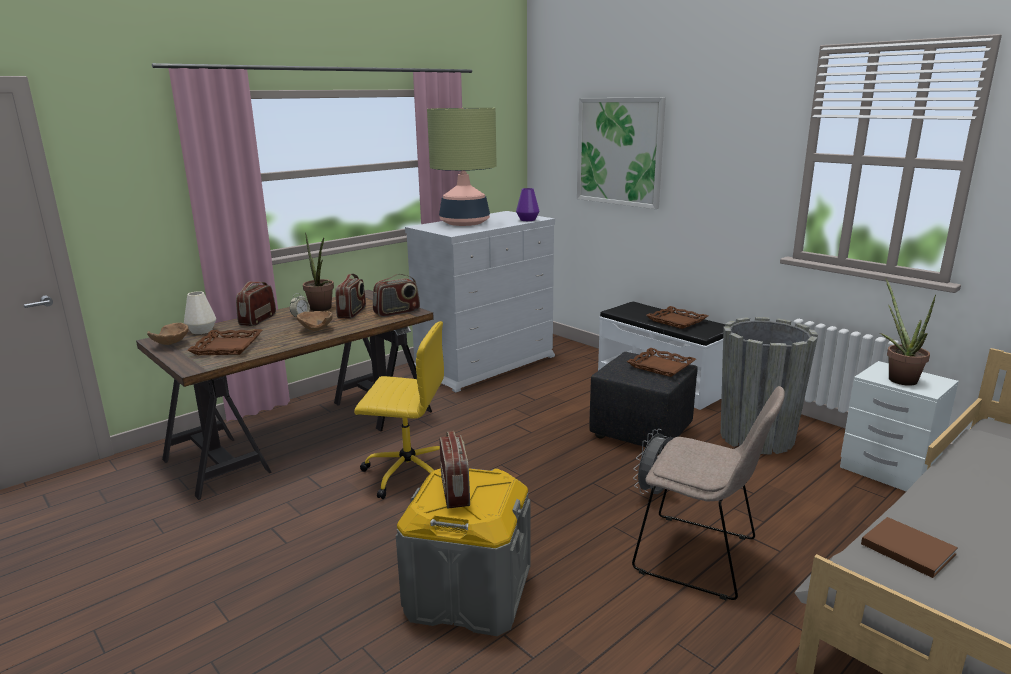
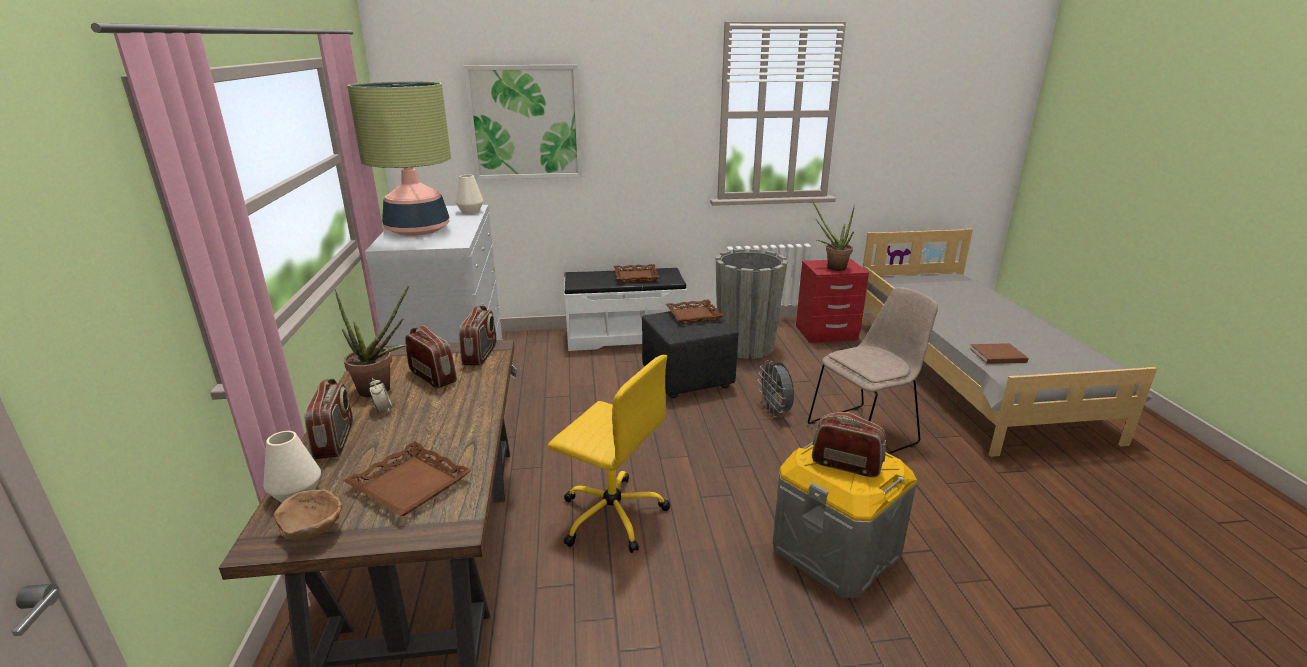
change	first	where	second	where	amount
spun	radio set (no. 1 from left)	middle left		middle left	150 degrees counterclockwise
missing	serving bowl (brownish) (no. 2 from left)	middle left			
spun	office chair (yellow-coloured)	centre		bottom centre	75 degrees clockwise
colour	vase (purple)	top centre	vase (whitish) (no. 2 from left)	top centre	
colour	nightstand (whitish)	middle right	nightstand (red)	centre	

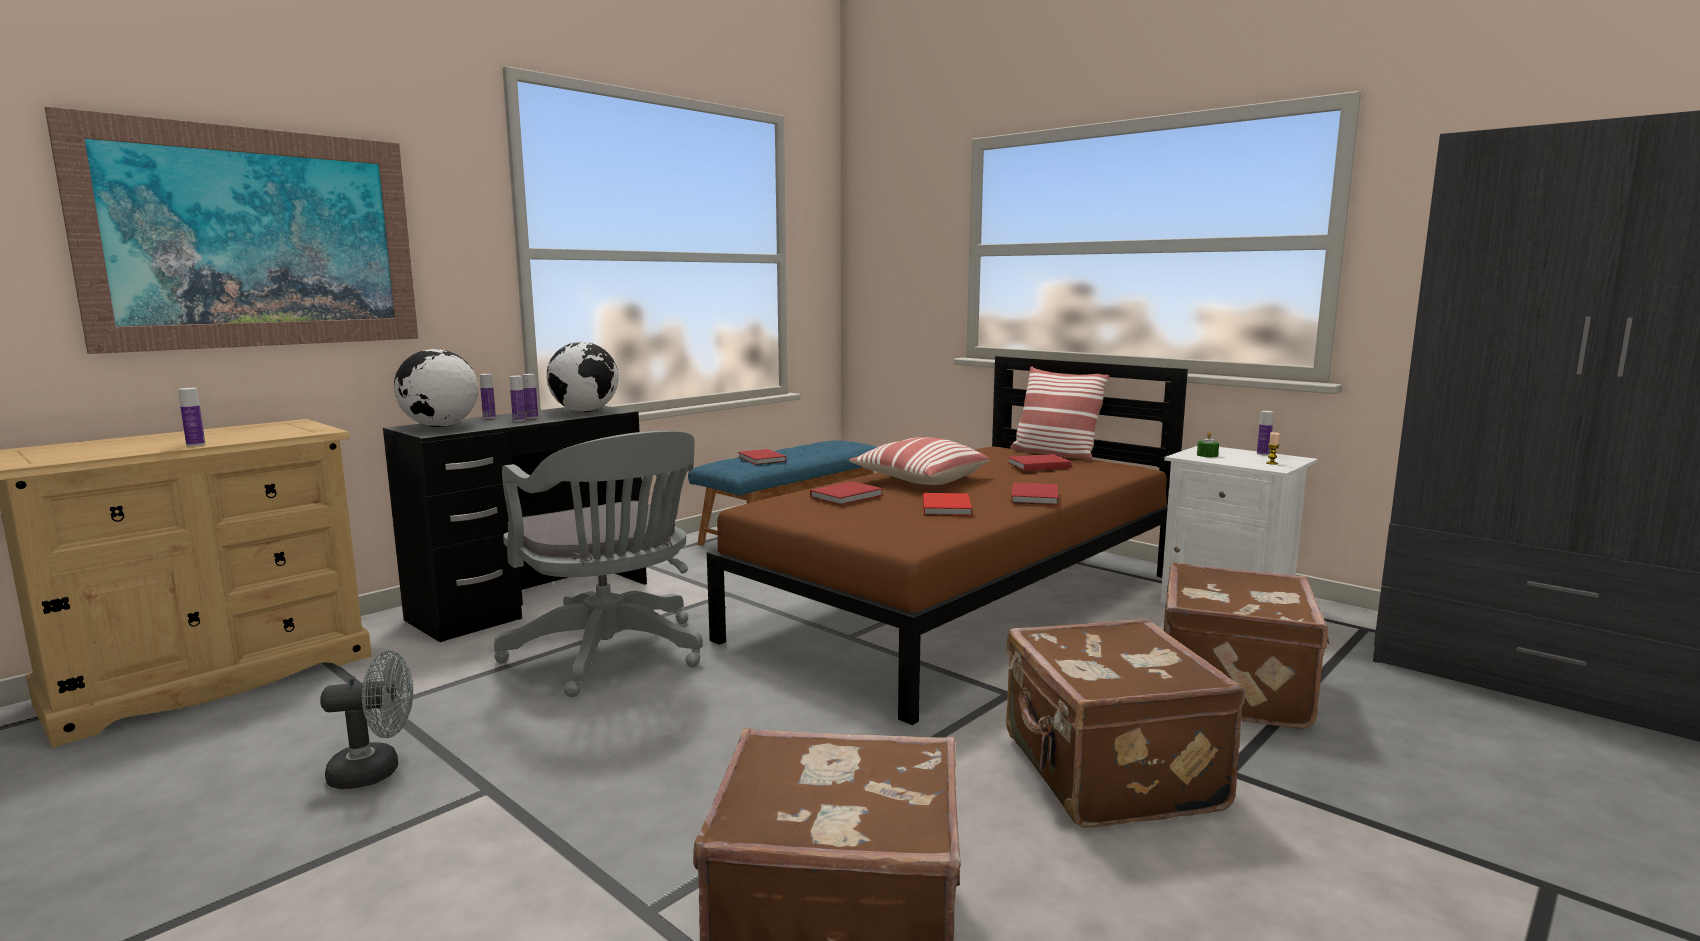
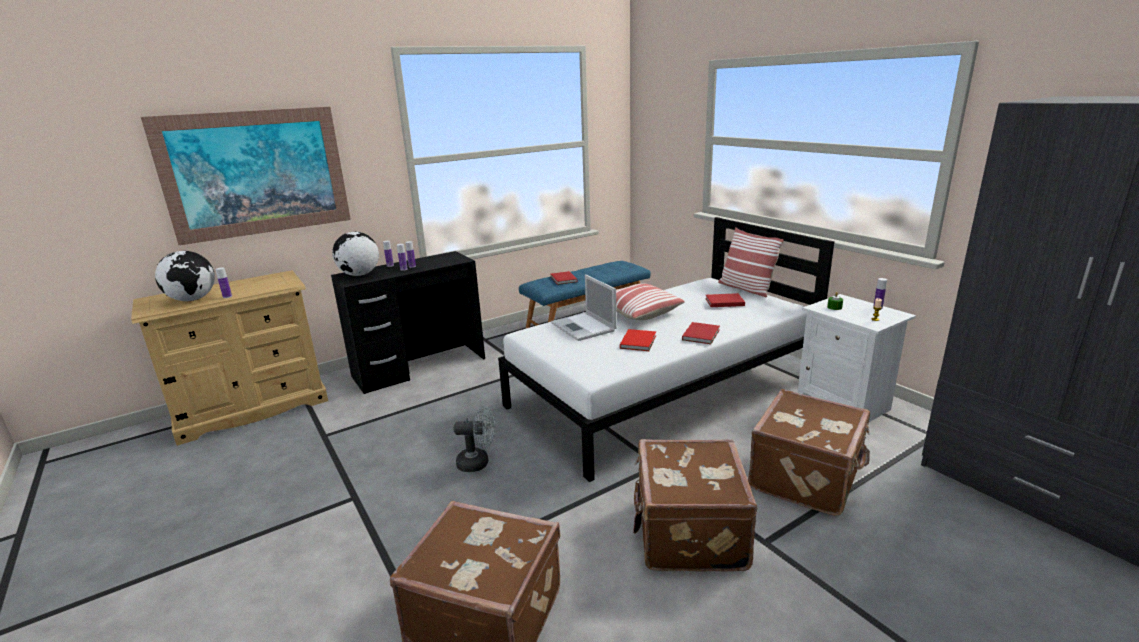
change	first	where	second	where	amount
relocated	fan (gray)	bottom left		bottom centre	
missing	office chair (gray)	centre			
relocated	globe (no. 2 from left in the first image)	centre	globe (no. 1 from left)	middle left	
colour	sleeping bed (brownish)	centre	sleeping bed (whitish)	centre	
exchanged	bound book (red) (no. 2 from left)	centre	laptop	centre	

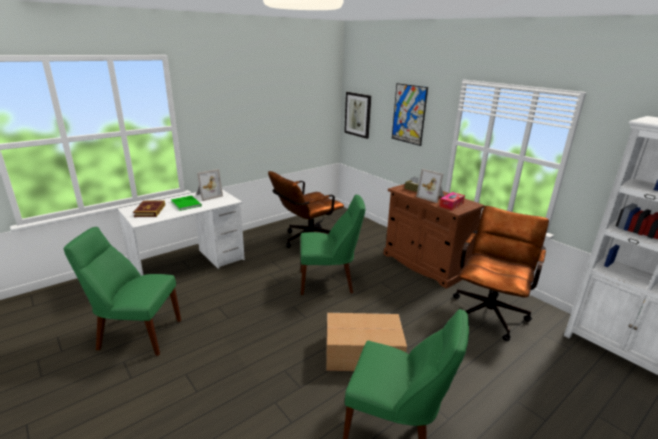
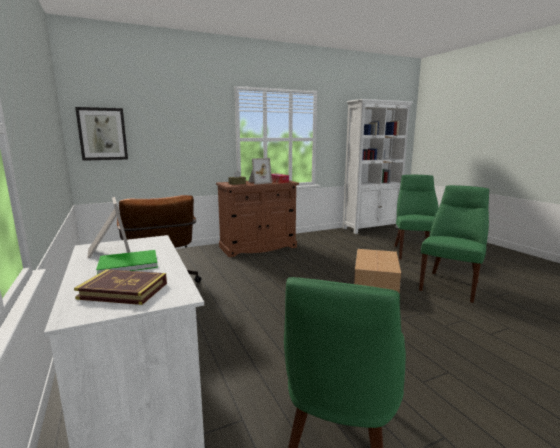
change	first	where	second	where	amount
relocated	upright chair (green-coloured) (no. 2 from left)	centre		middle right	
missing	wall art (no. 2 from left)	top centre			
missing	office chair (brownish) (no. 2 from left)	middle right			

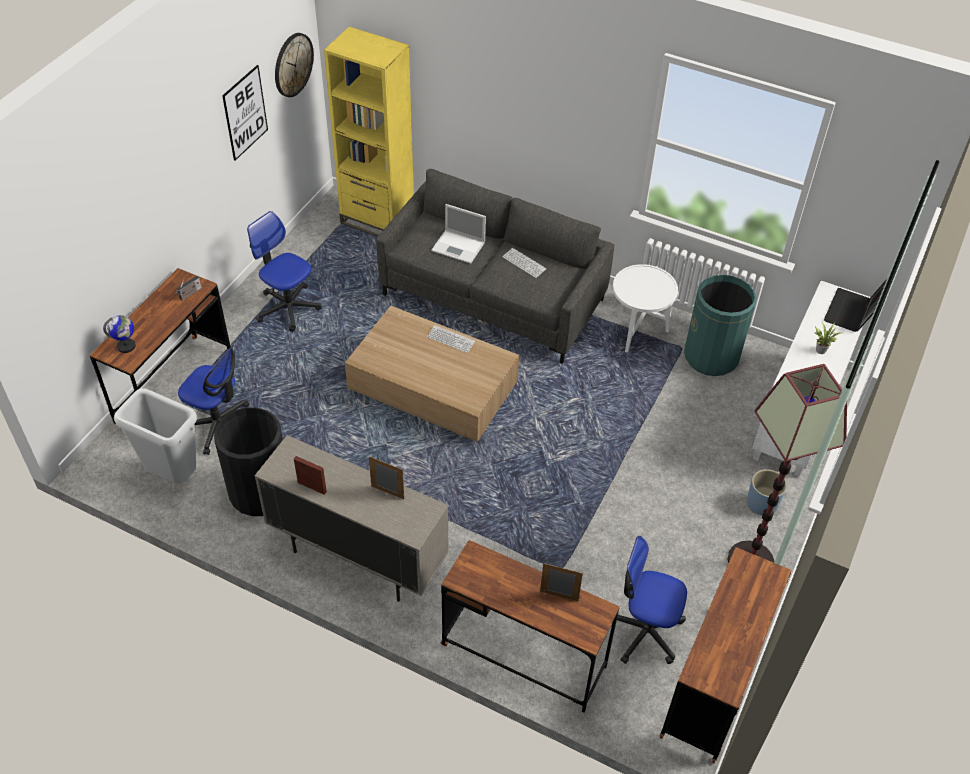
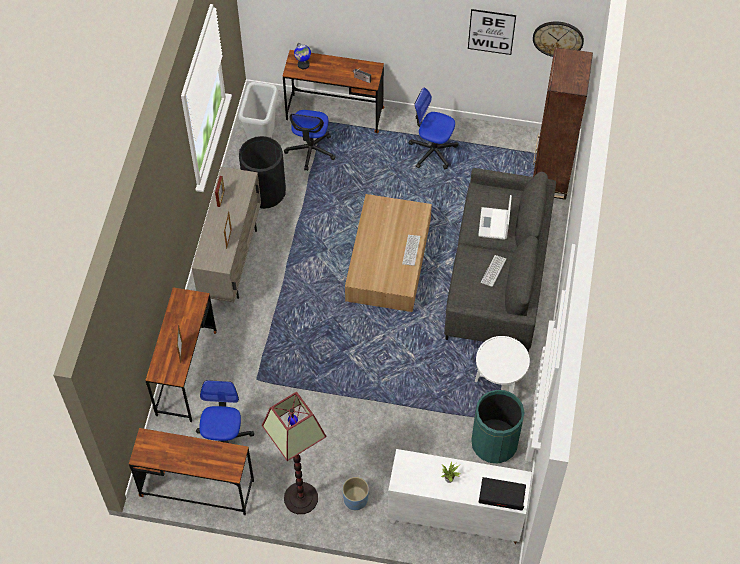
change	first	where	second	where	amount
spun	office chair (no. 2 from left in the first image)	middle left	office chair (no. 3 from left)	top centre	90 degrees counterclockwise
colour	bookcase (yellow-coloured)	top centre	bookcase (brownish)	top right	

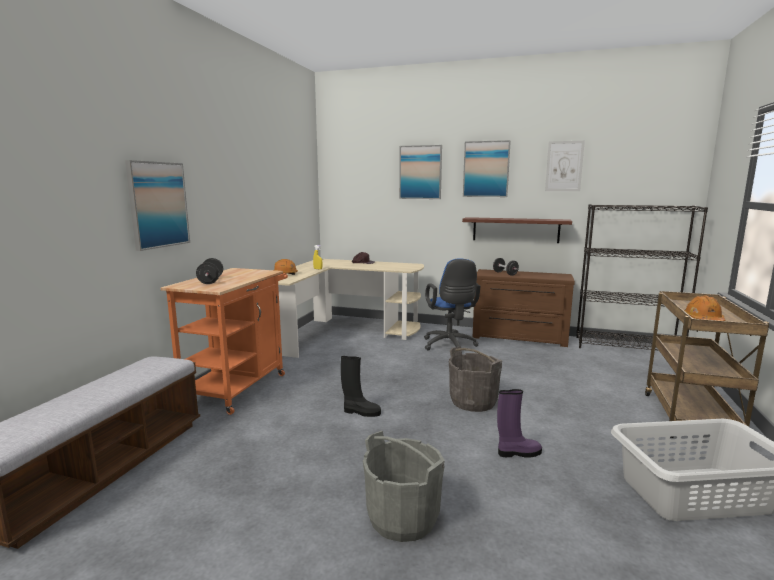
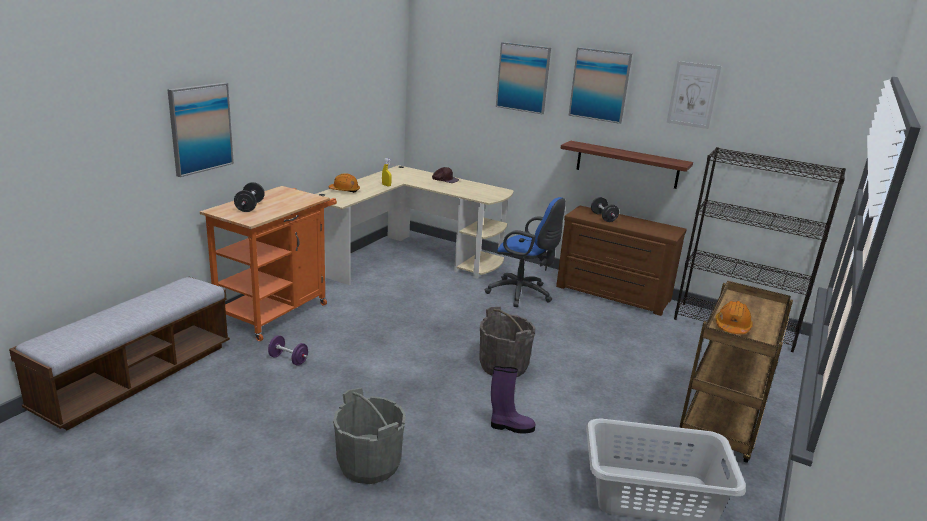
change	first	where	second	where	amount
missing	tall boot (black)	centre			
spun	office chair (bluish)	centre		centre	60 degrees counterclockwise
appeared			free weight (purple)	bottom left	

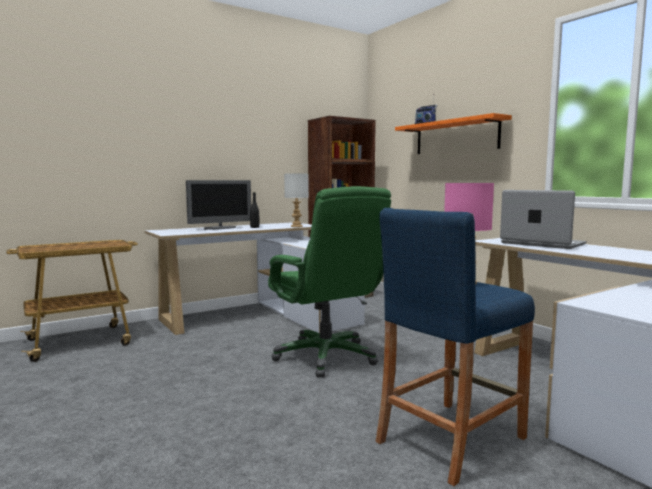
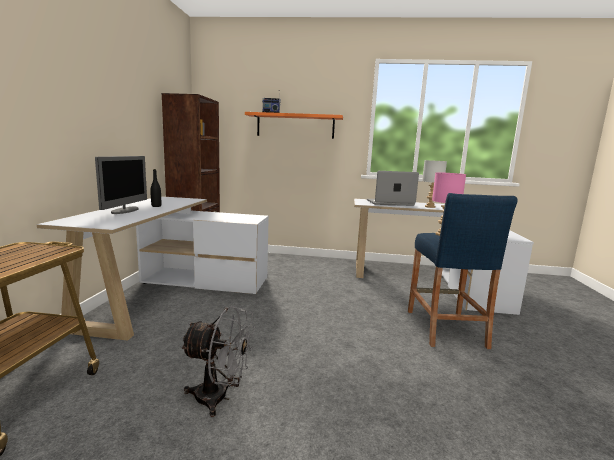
change	first	where	second	where	amount
missing	office chair (green-coloured)	centre			
relocated	tabletop lamp (gray)	centre		middle right	
appeared			fan (gray)	bottom centre	

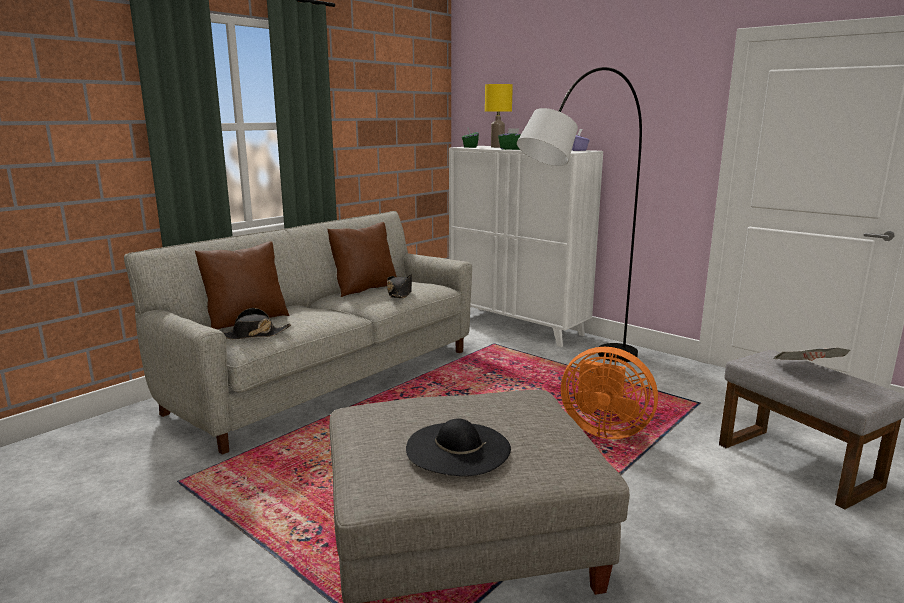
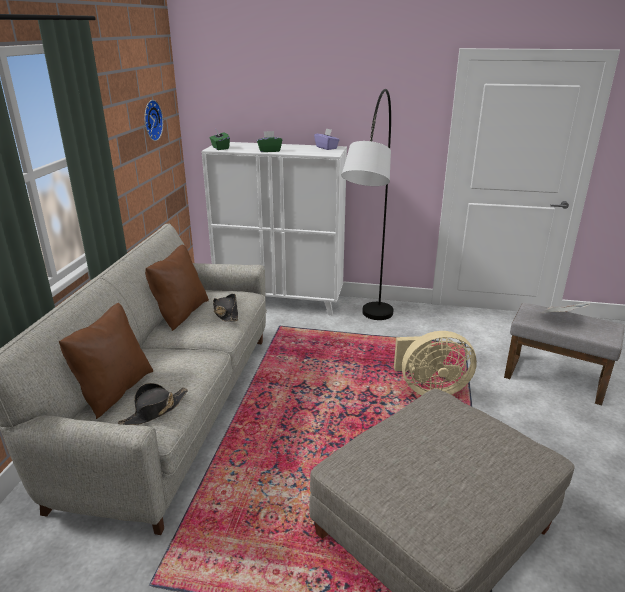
change	first	where	second	where	amount
missing	wearable hat (black) (no. 3 from left)	bottom centre			
missing	tabletop lamp (yellow-coloured)	top centre			
colour	fan (orangey)	middle right	fan (sand-coloured)	middle right	
appeared			wall clock	top left	

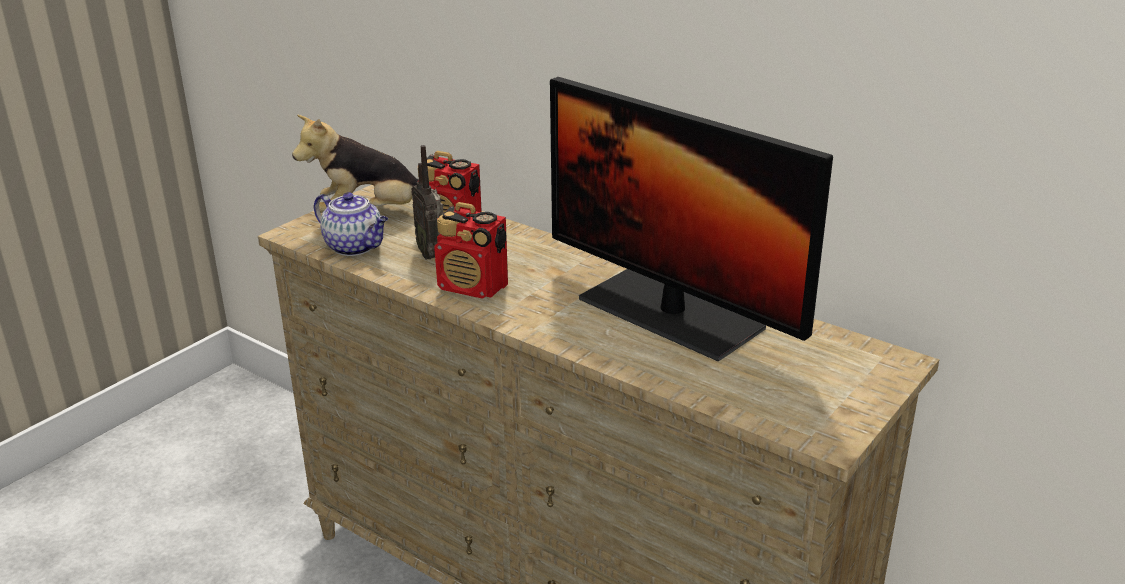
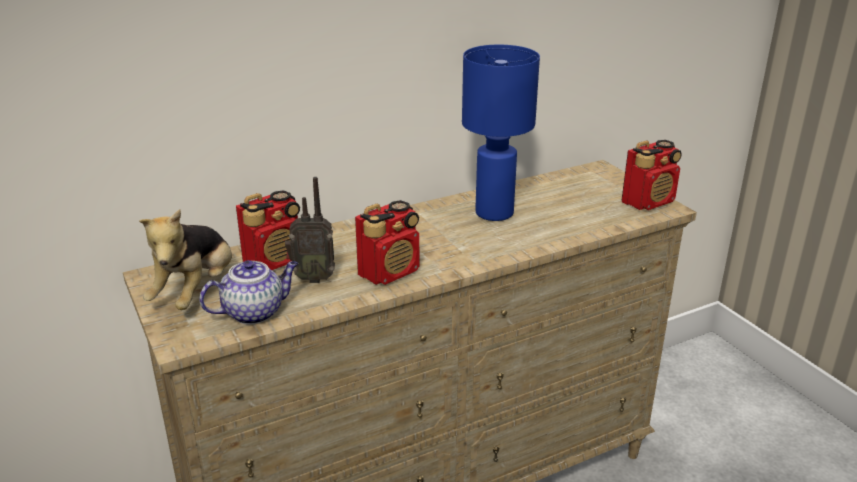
change	first	where	second	where	amount
exchanged	computer screen	centre	tabletop lamp (bluish)	top centre	
appeared			radio set (no. 4 from left)	middle right	

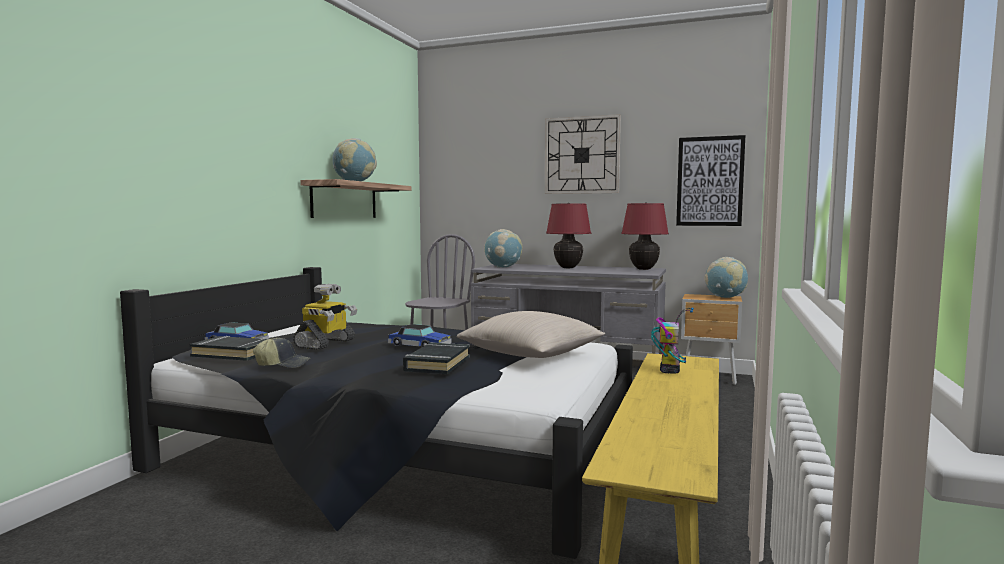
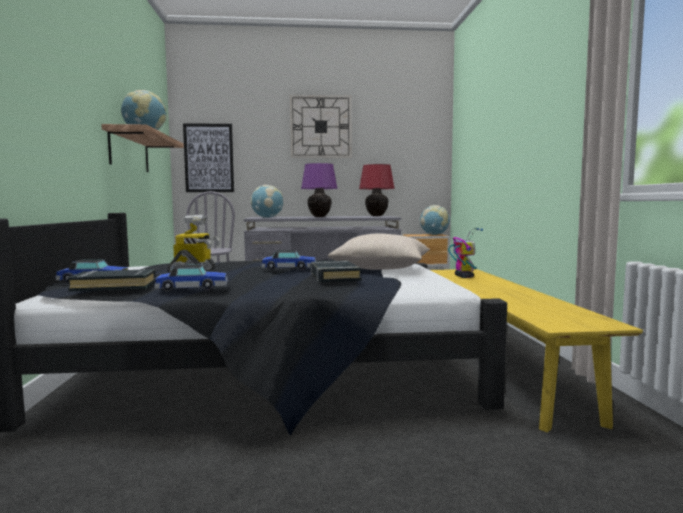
change	first	where	second	where	amount
exchanged	peaked cap	middle left	toy car (no. 2 from left)	middle left	
colour	tabletop lamp (red) (no. 1 from left)	centre	tabletop lamp (purple)	centre	
relocated	wall art	top right		top left	

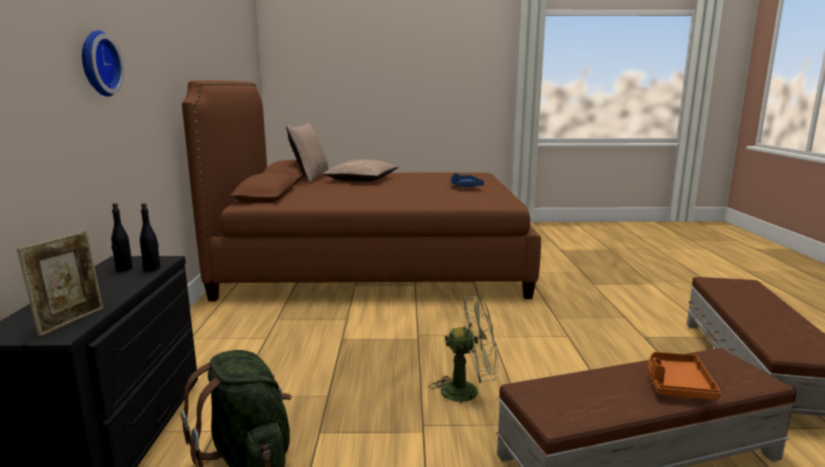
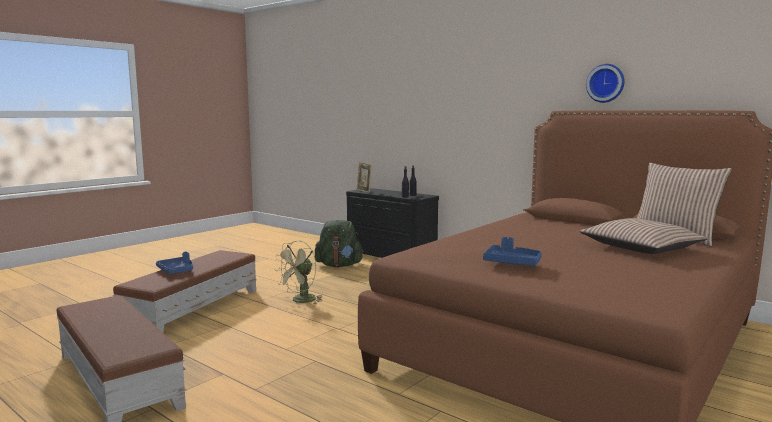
change	first	where	second	where	amount
relocated	wall clock	top left		top right	
colour	serving tray (orangey)	bottom right	serving tray (bluish) (no. 1 from left)	middle left	

